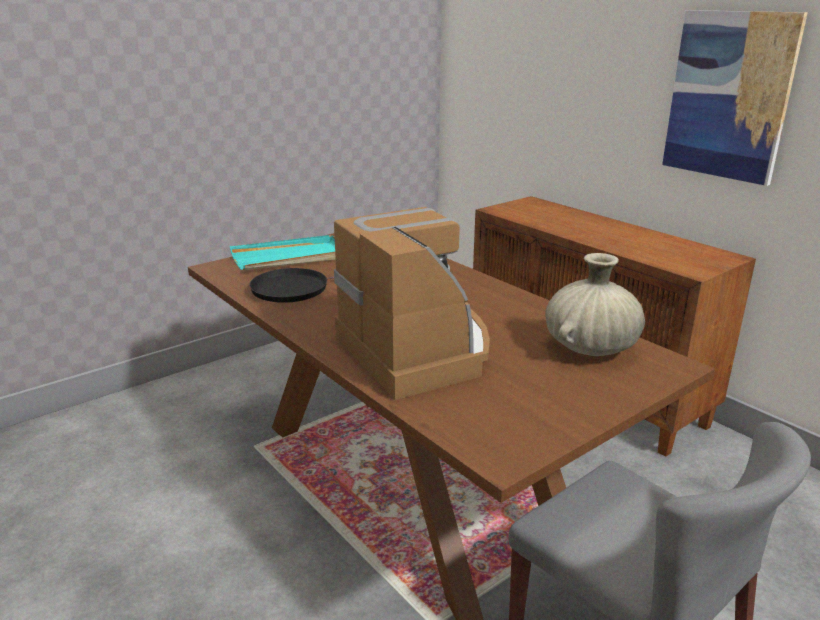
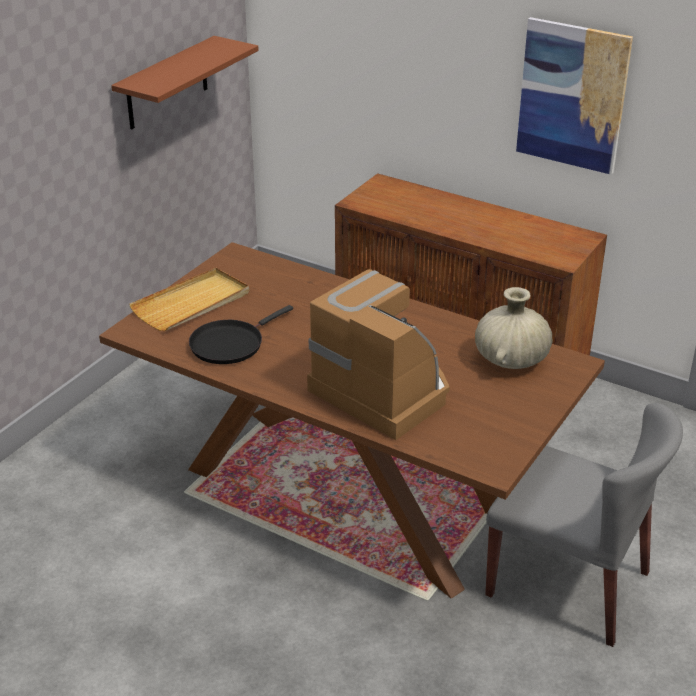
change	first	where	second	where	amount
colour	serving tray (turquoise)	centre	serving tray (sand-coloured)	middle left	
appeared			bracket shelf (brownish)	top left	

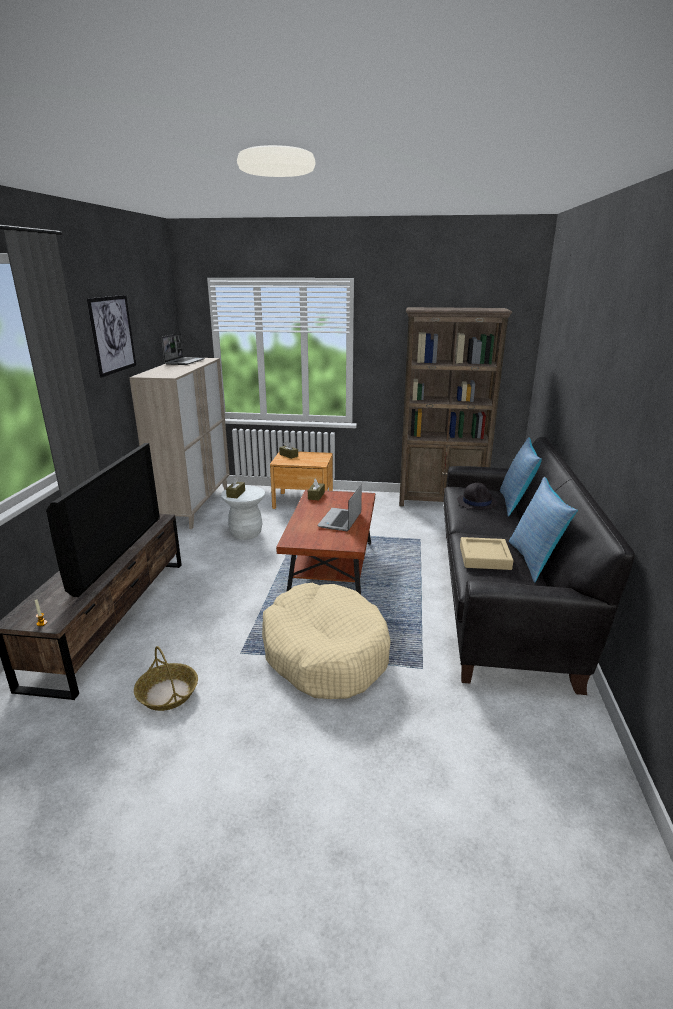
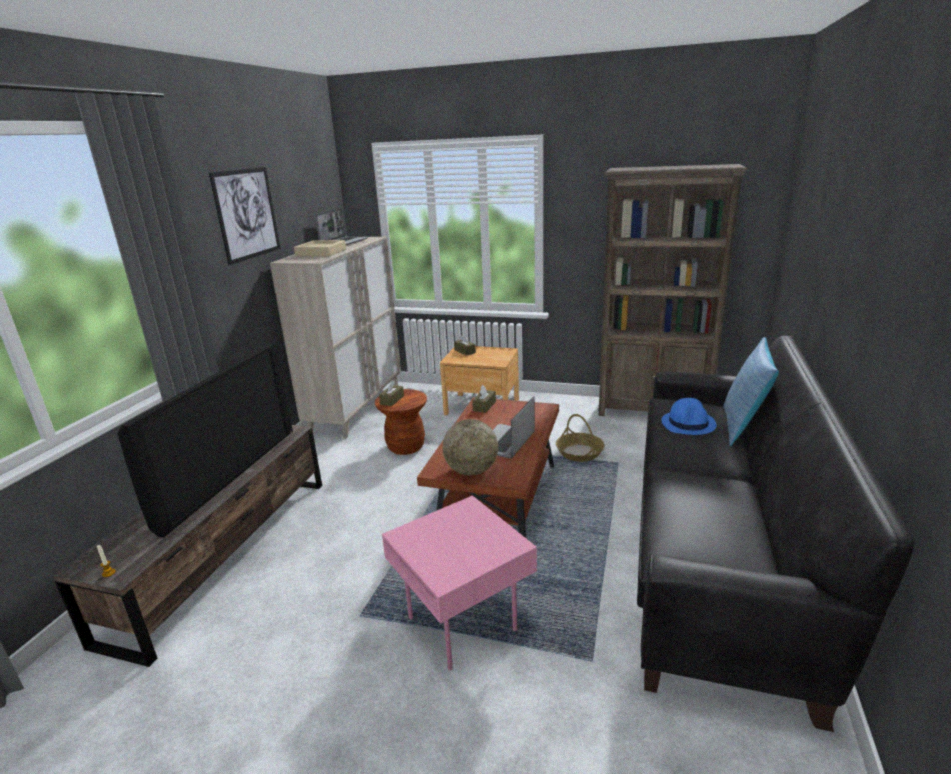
change	first	where	second	where	amount
relocated	household basket	bottom left		centre	
colour	stool (whitish)	centre	stool (brownish)	centre	
exchanged	dog cushion (sand-coloured)	centre	side table (pinkish)	bottom centre	
colour	wearable hat (black)	middle right	wearable hat (bluish)	middle right	
relocated	serving tray (sand-coloured)	middle right		top centre	
missing	pillow (no. 2 from left)	middle right			
appeared			globe	centre	

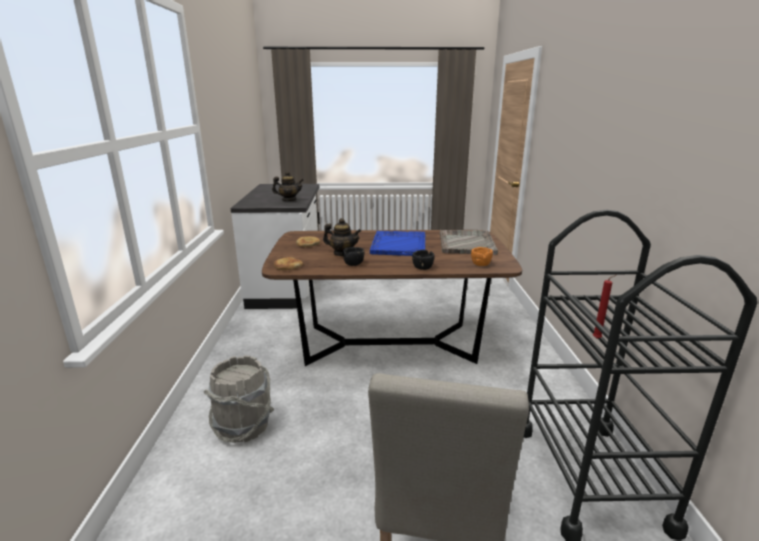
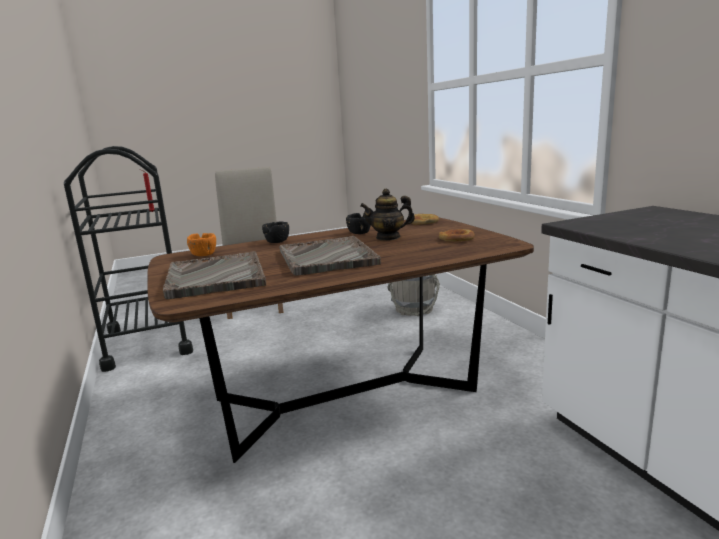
change	first	where	second	where	amount
missing	pot for tea (no. 1 from left)	centre			
colour	serving tray (bluish)	centre	serving tray (gray) (no. 2 from left)	centre	

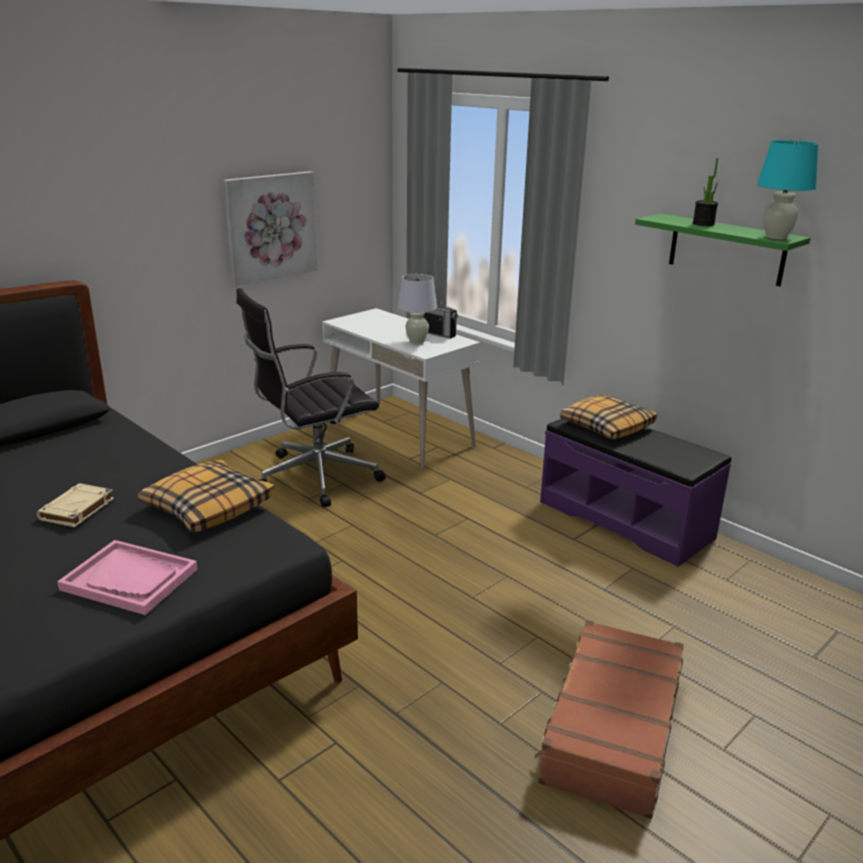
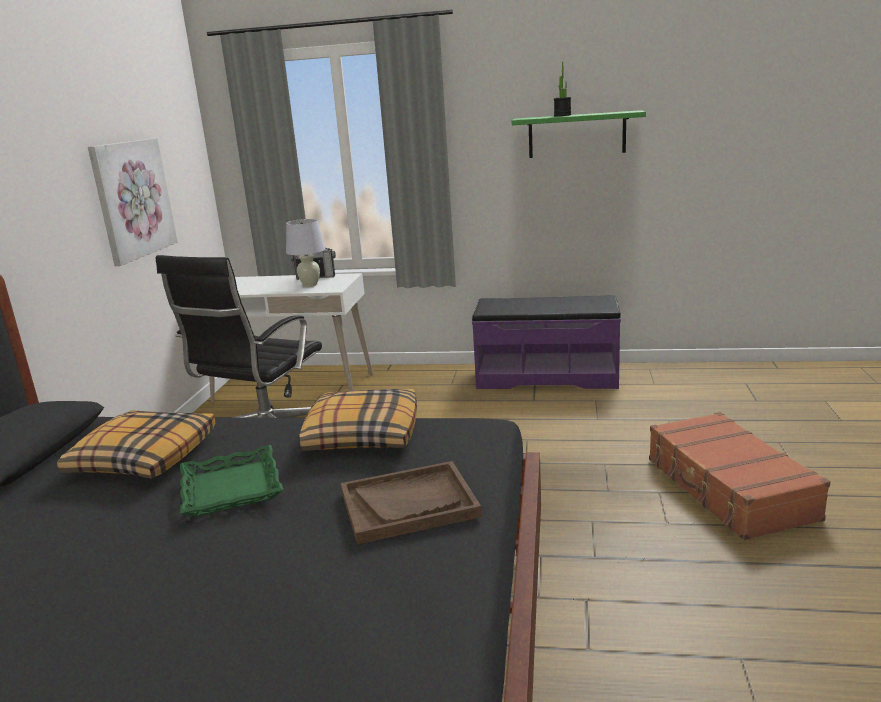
change	first	where	second	where	amount
exchanged	bound book (sand-coloured)	middle left	serving tray (green-coloured)	bottom left	
colour	serving tray (pinkish)	bottom left	serving tray (brownish)	bottom centre	
relocated	pillow (no. 2 from left in the first image)	middle right	pillow (no. 1 from left)	middle left	
missing	tabletop lamp (turquoise)	top right			

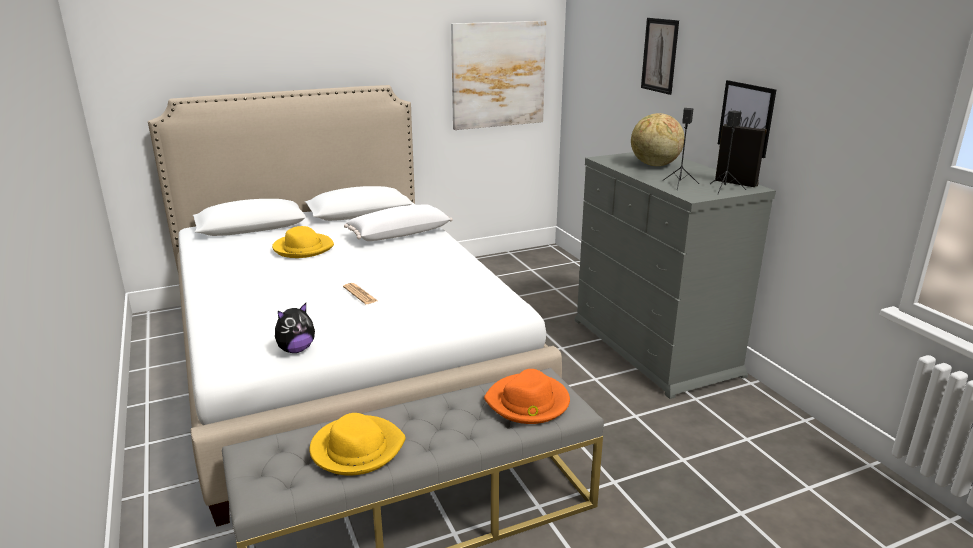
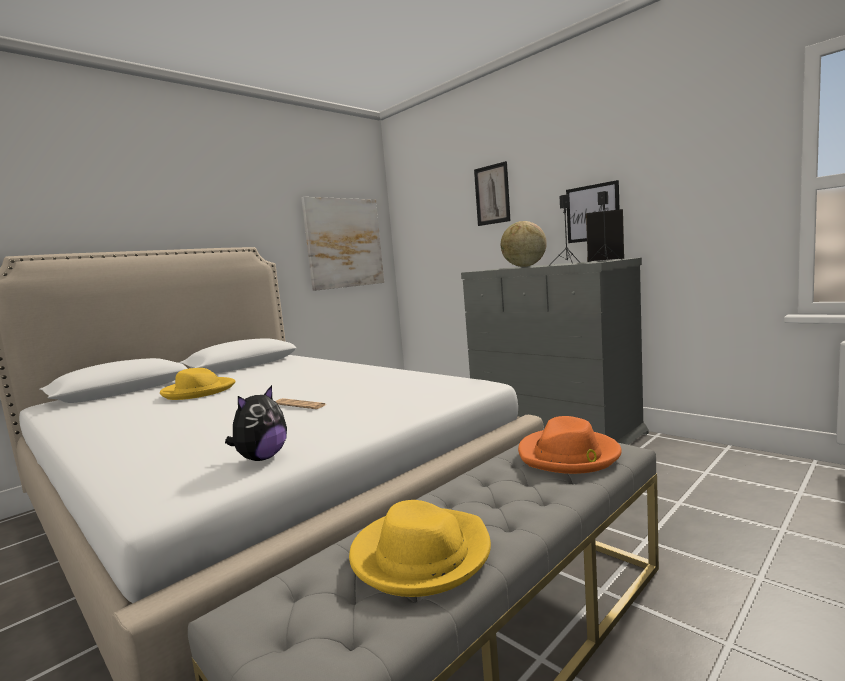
change	first	where	second	where	amount
missing	pillow (whitish)	centre			

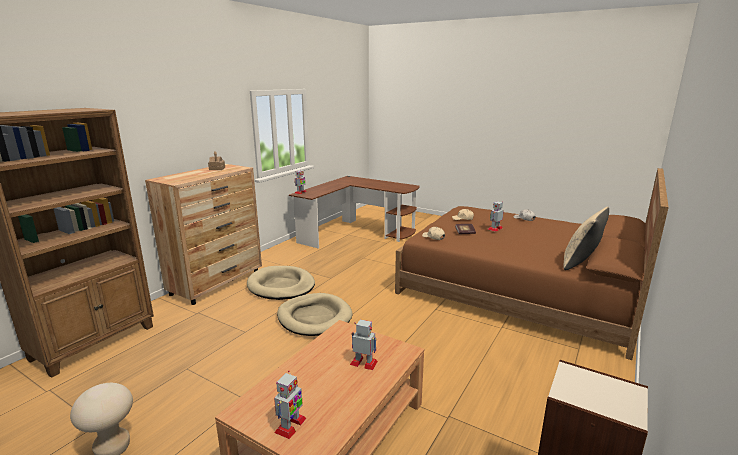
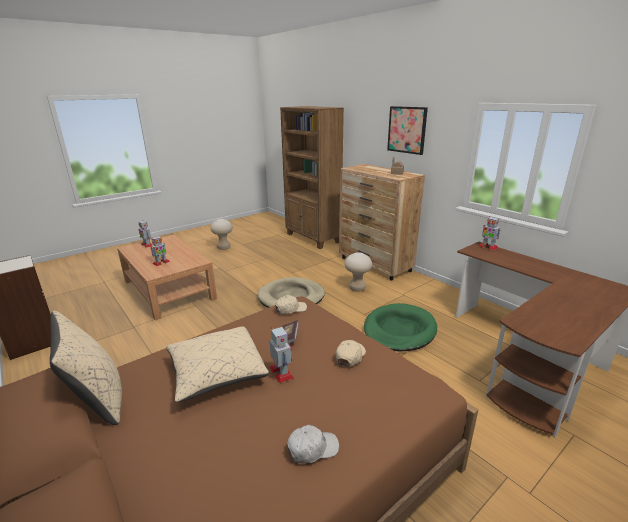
change	first	where	second	where	amount
exchanged	dog cushion (sand-coloured) (no. 1 from left)	centre	stool (sand-coloured) (no. 2 from left)	centre	
appeared			pillow (sand-coloured) (no. 2 from left)	bottom centre	
appeared			dog cushion (green-coloured)	centre	
appeared			wall art	top centre	

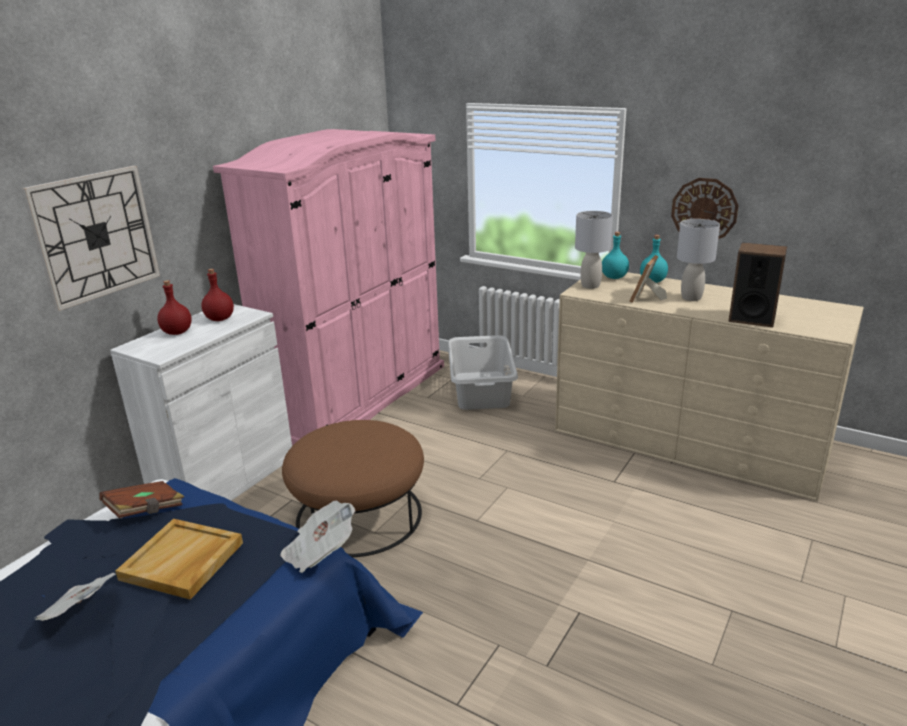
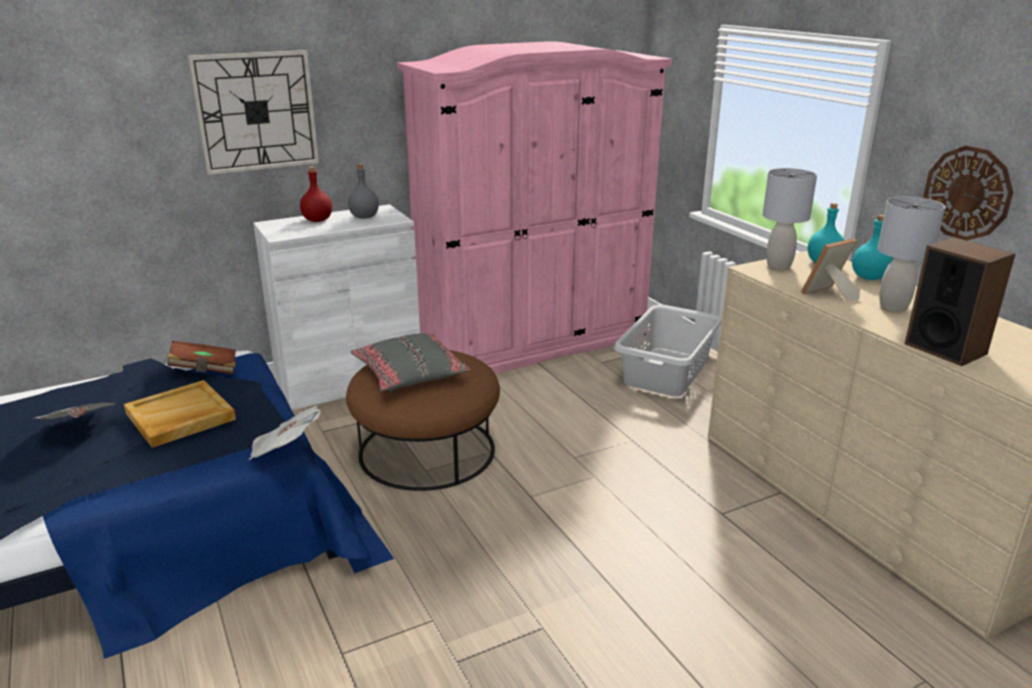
change	first	where	second	where	amount
colour	bottle (red) (no. 2 from left)	middle left	bottle (gray)	top centre	
appeared			pillow (gray)	centre	

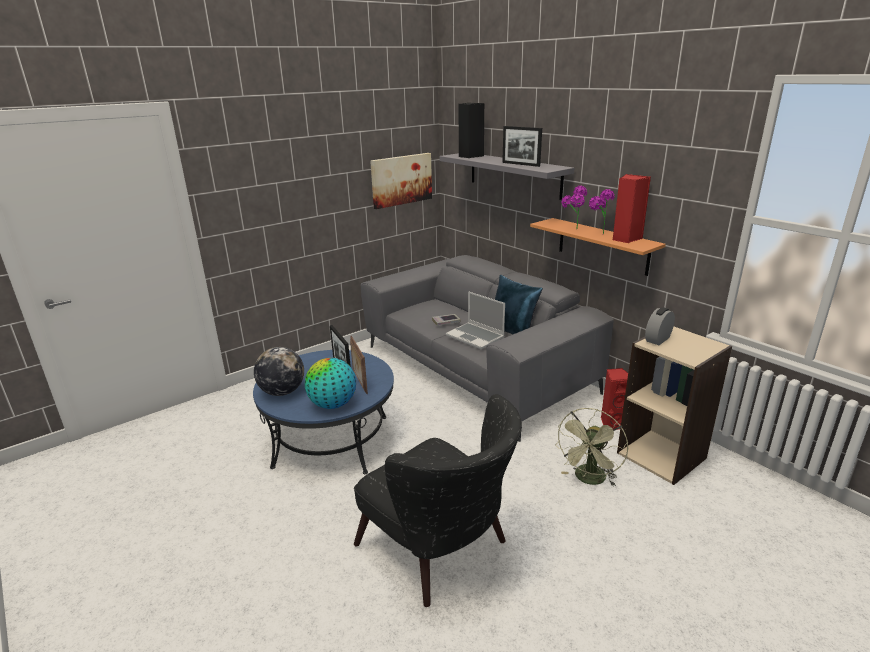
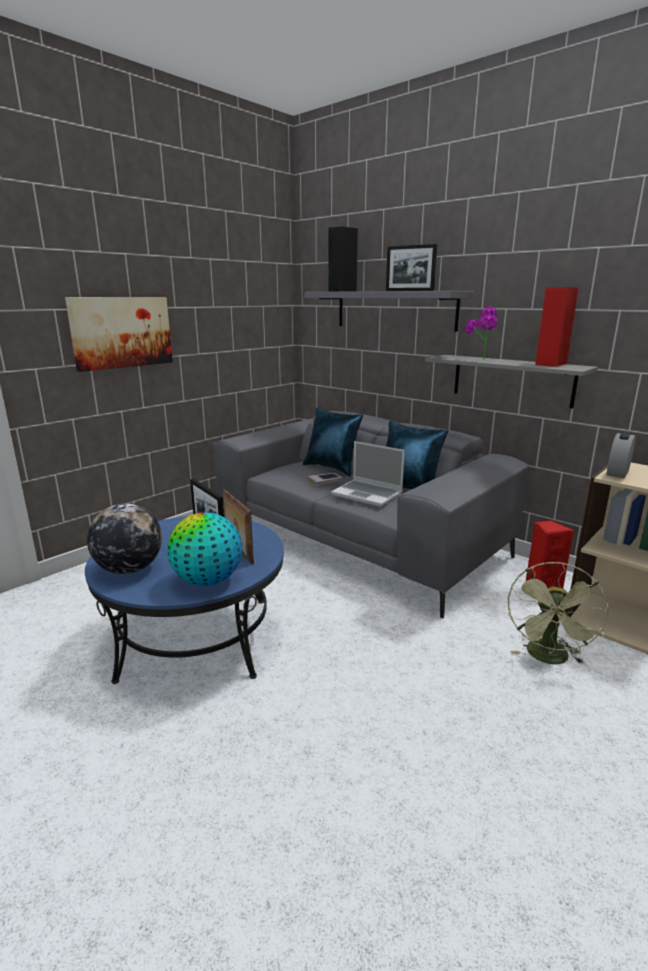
change	first	where	second	where	amount
missing	easy chair (black)	bottom centre			
relocated	wall art	top centre		middle left	
colour	bracket shelf (orangey)	middle right	bracket shelf (gray) (no. 2 from left)	middle right	
missing	houseplant (no. 2 from left)	top right			
appeared			pillow (bluish) (no. 1 from left)	centre	

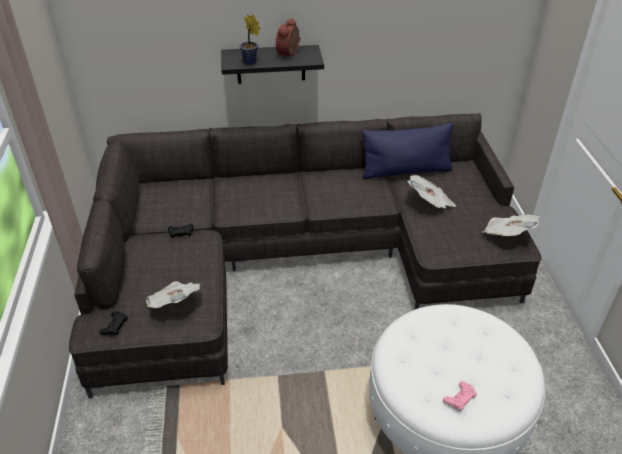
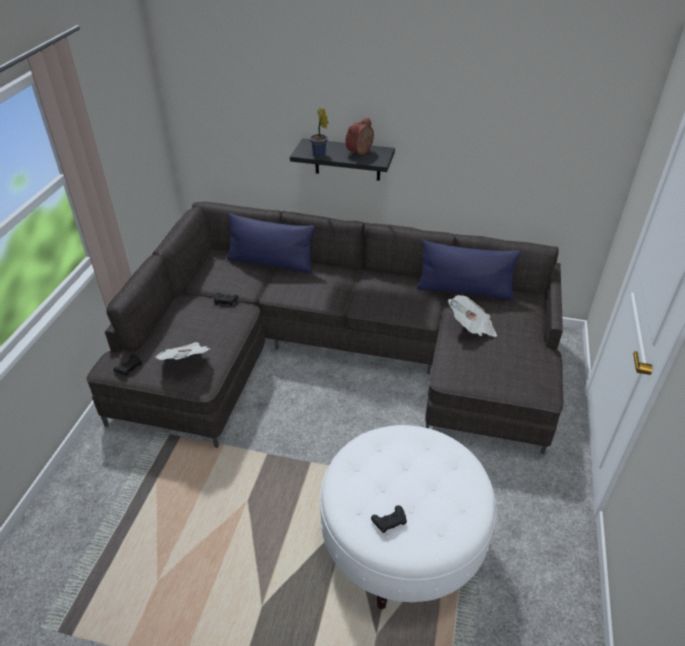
change	first	where	second	where	amount
colour	game controller (pinkish)	bottom right	game controller (black) (no. 3 from left)	bottom centre	
missing	printed paper (no. 3 from left)	middle right			
appeared			pillow (bluish) (no. 1 from left)	centre	

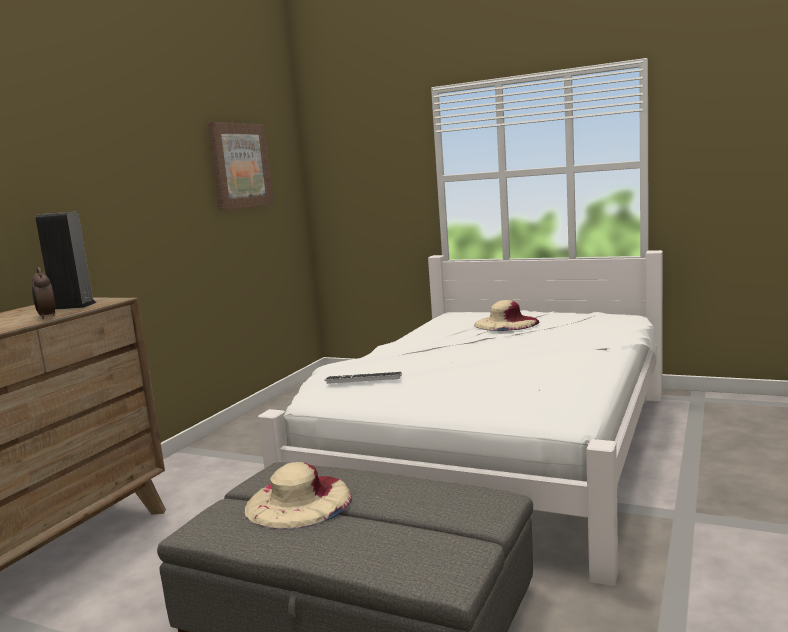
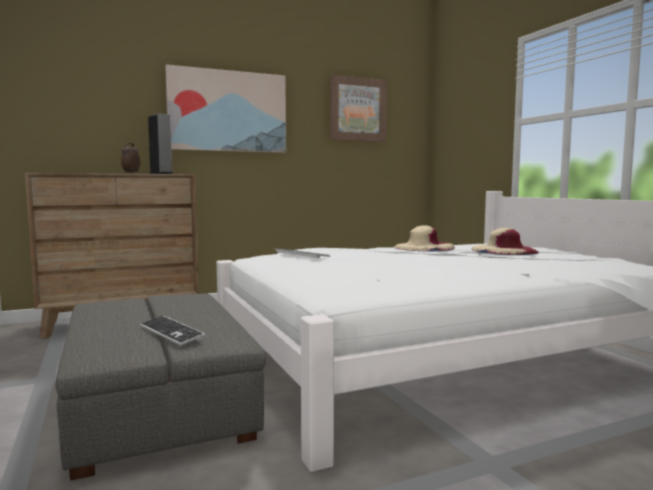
change	first	where	second	where	amount
relocated	wearable hat (sand-coloured) (no. 1 from left)	bottom centre		centre	
appeared			computer keyboard (no. 1 from left)	bottom left	
appeared			wall art (no. 1 from left)	top centre	

